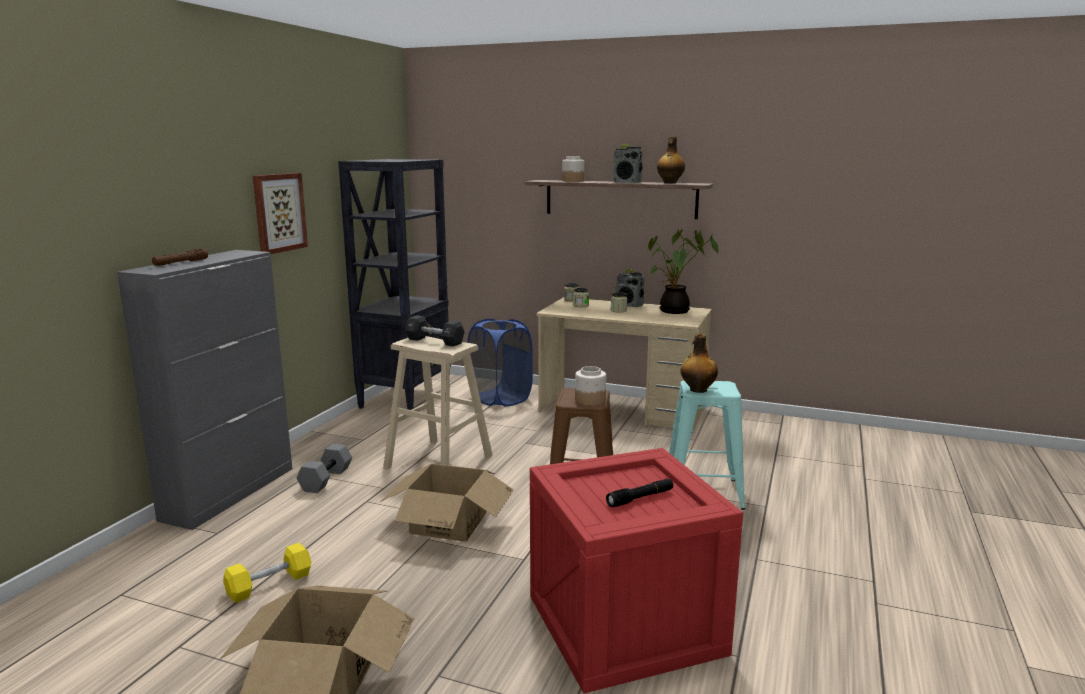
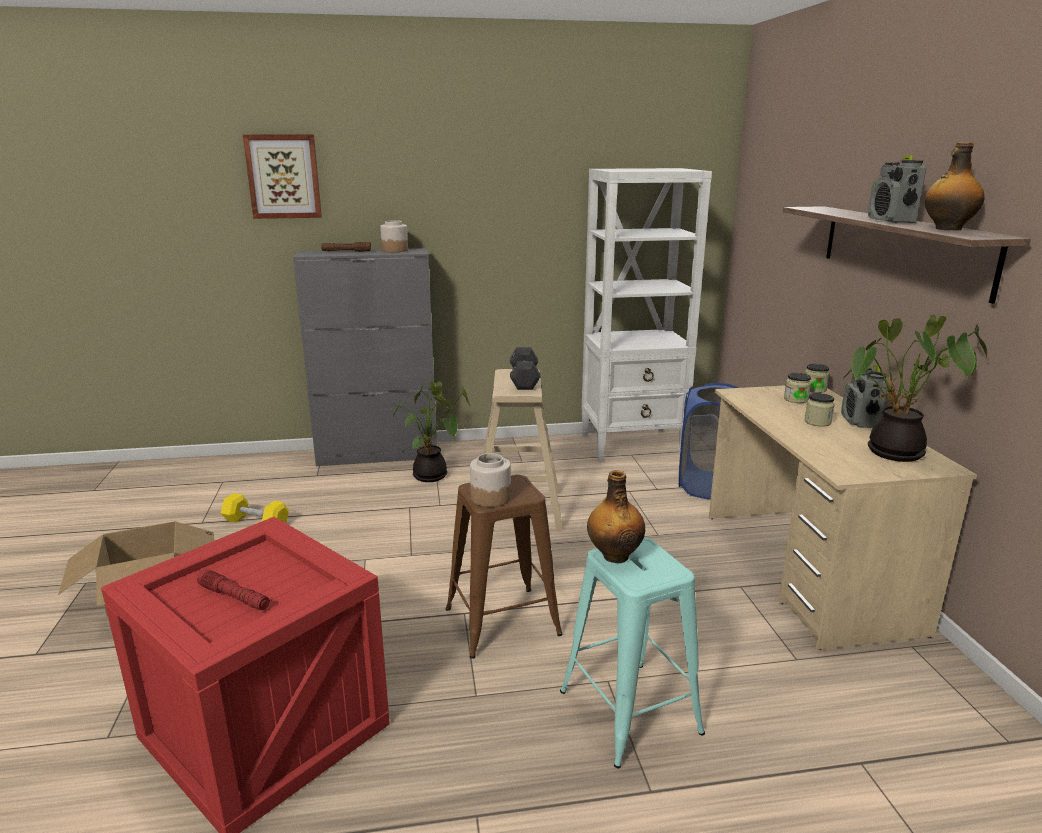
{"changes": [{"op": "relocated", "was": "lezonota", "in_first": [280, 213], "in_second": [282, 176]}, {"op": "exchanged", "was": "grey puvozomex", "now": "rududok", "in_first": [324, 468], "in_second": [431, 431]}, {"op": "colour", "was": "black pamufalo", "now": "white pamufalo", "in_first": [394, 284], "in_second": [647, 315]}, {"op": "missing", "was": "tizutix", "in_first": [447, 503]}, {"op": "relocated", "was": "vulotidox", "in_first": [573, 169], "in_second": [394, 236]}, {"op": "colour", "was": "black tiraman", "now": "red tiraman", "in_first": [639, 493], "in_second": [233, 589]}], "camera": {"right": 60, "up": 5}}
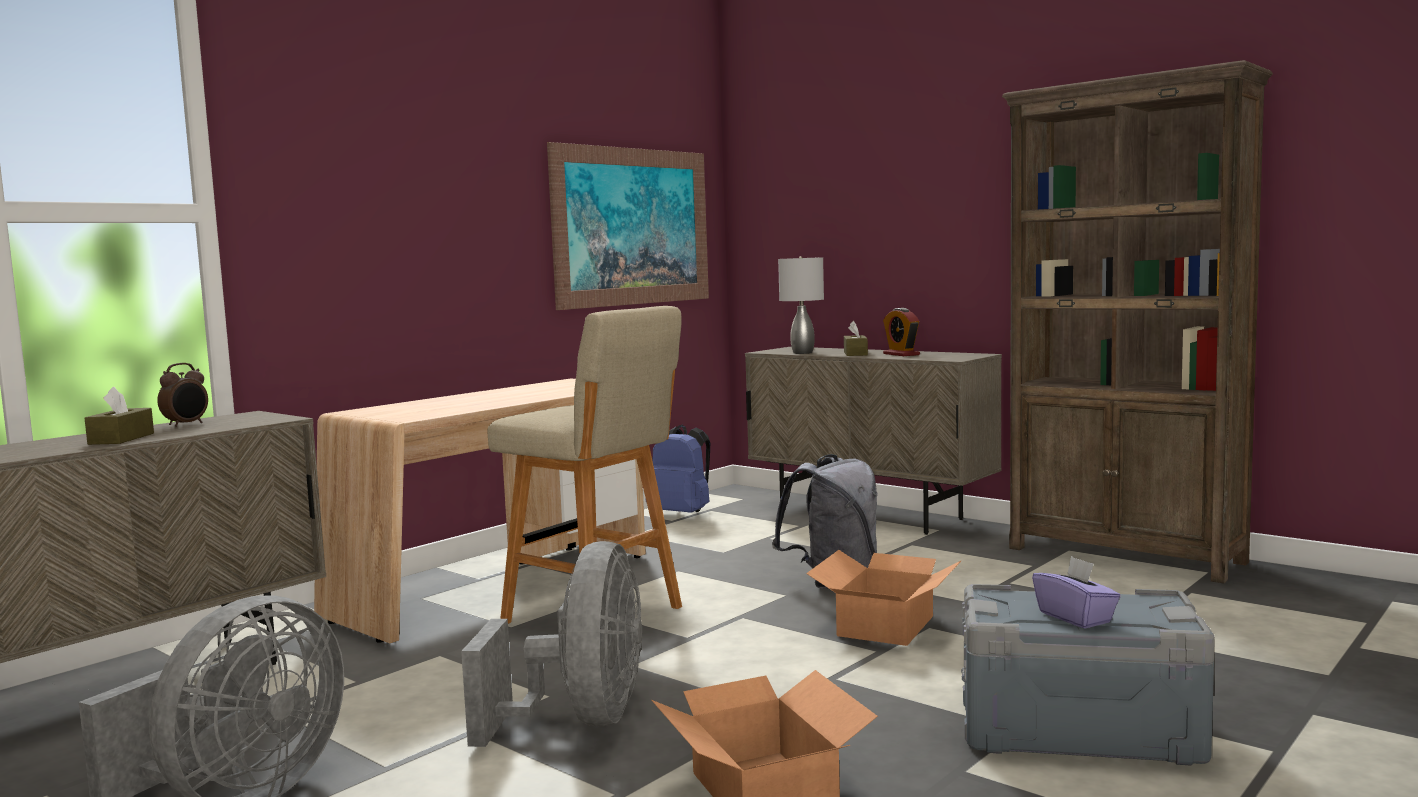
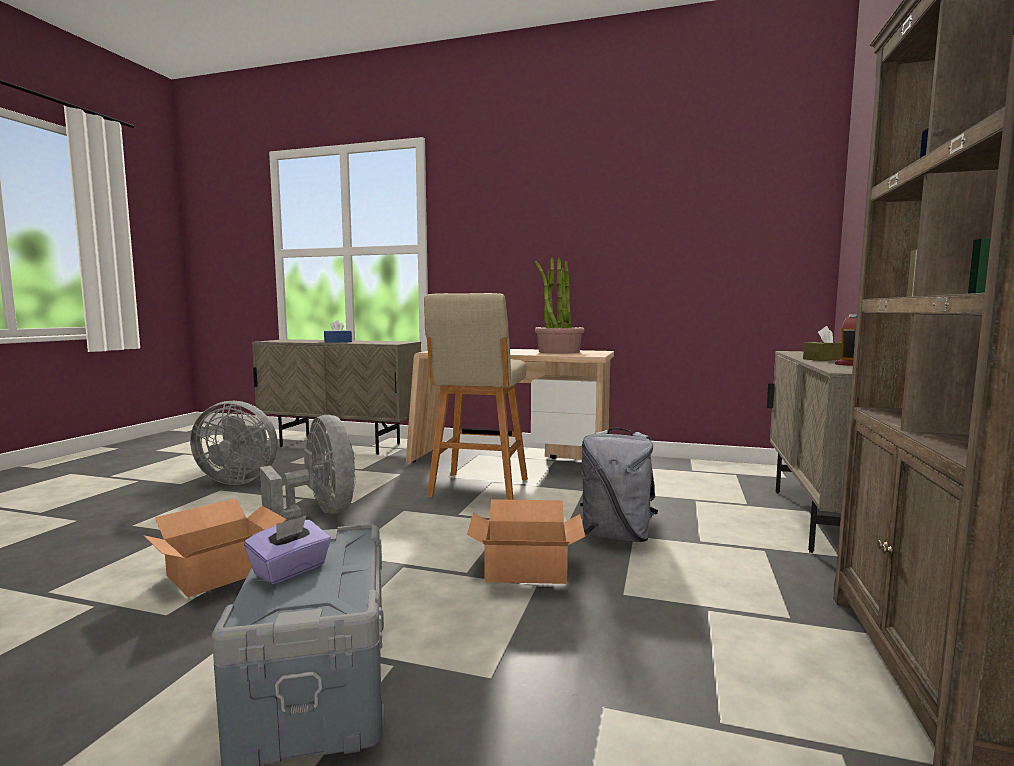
{"changes": [{"op": "colour", "was": "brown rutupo", "now": "blue rutupo", "in_first": [119, 416], "in_second": [338, 331]}, {"op": "missing", "was": "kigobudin", "in_first": [182, 395]}, {"op": "spun", "was": "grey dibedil", "in_first": [551, 644], "in_second": [308, 466], "clockwise": -105}, {"op": "missing", "was": "lezonota", "in_first": [628, 226]}, {"op": "missing", "was": "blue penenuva", "in_first": [677, 469]}, {"op": "missing", "was": "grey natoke", "in_first": [801, 305]}, {"op": "appeared", "now": "rududok", "in_second": [559, 305]}], "camera": {"right": 65, "up": 0}}
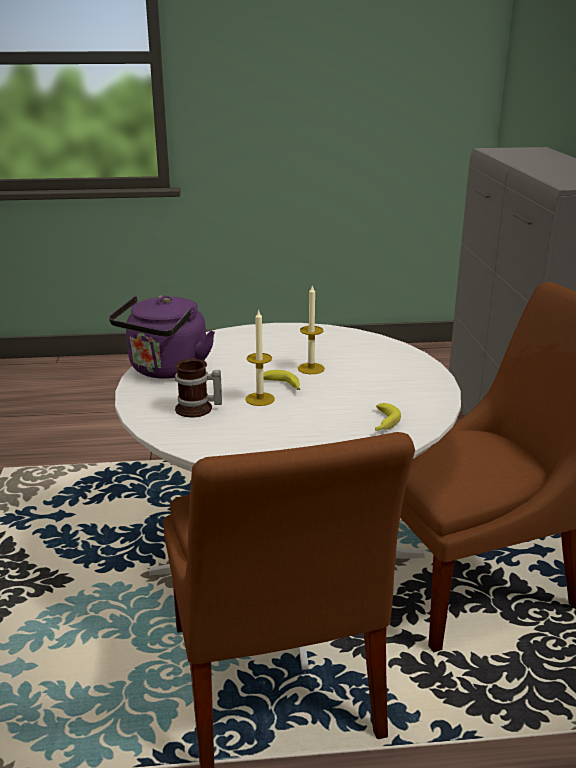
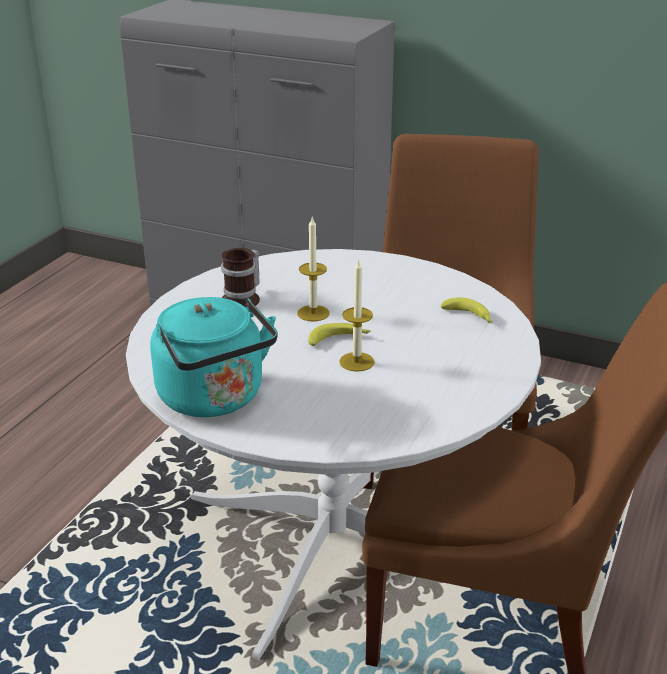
{"changes": [{"op": "colour", "was": "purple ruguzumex", "now": "turquoise ruguzumex", "in_first": [162, 337], "in_second": [214, 357]}, {"op": "relocated", "was": "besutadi", "in_first": [198, 388], "in_second": [240, 277]}], "camera": {"right": -60, "up": 5}}
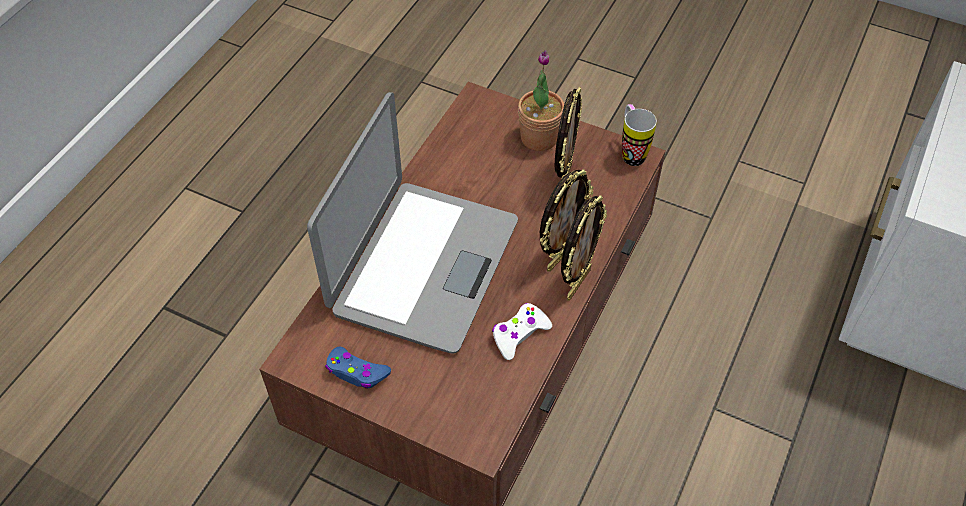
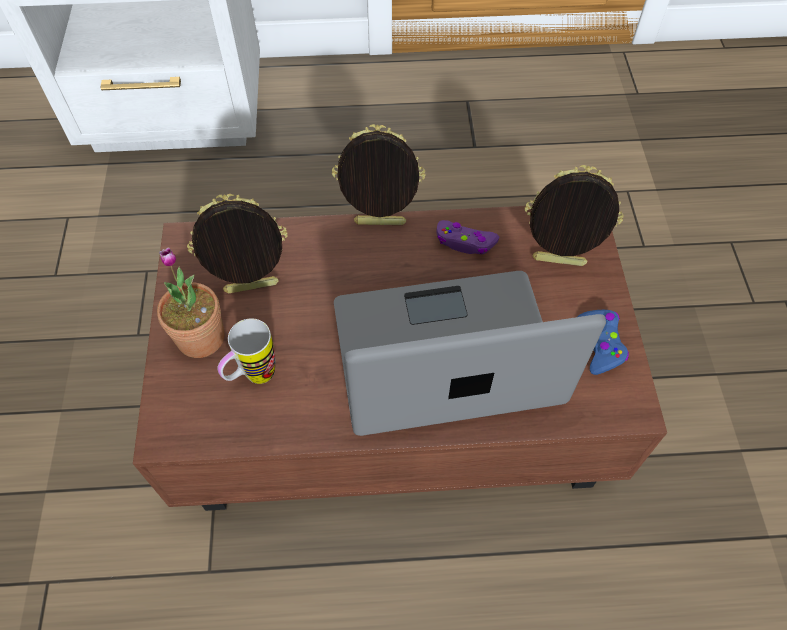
{"changes": [{"op": "colour", "was": "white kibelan", "now": "purple kibelan", "in_first": [522, 331], "in_second": [467, 237]}, {"op": "relocated", "was": "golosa", "in_first": [566, 220], "in_second": [574, 215]}, {"op": "relocated", "was": "besutadi", "in_first": [639, 135], "in_second": [246, 351]}], "camera": {"right": -120, "up": 5}}
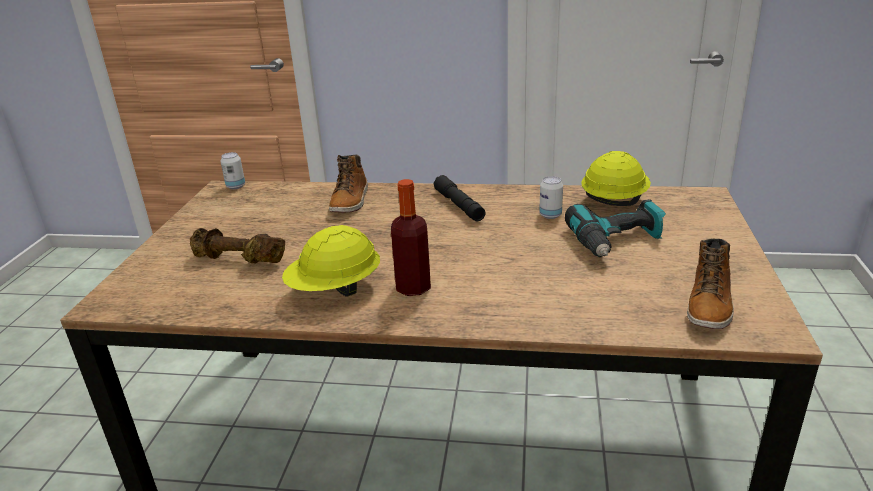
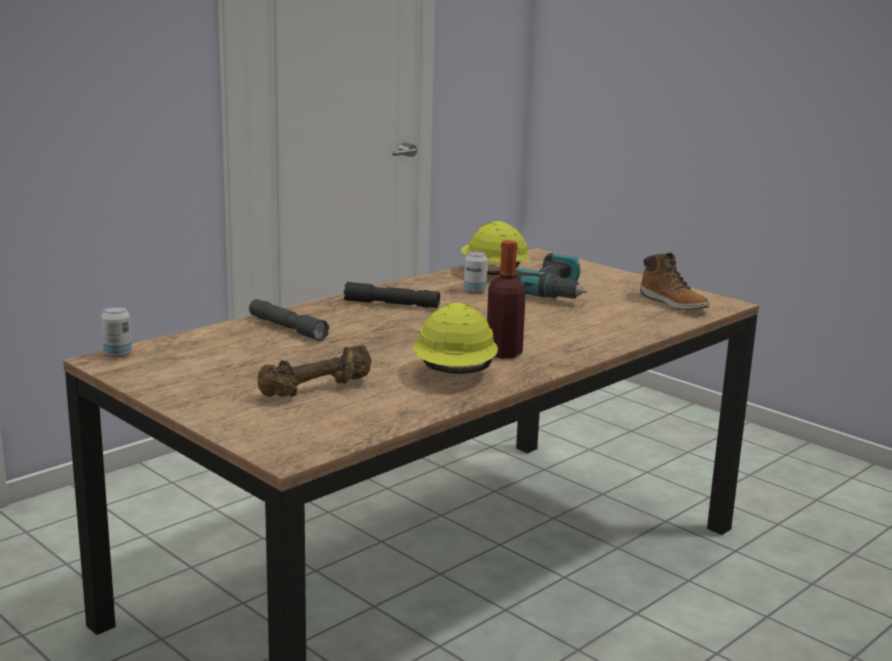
{"changes": [{"op": "exchanged", "was": "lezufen", "now": "grey tiraman", "in_first": [348, 184], "in_second": [289, 320]}], "camera": {"right": -55, "up": -10}}
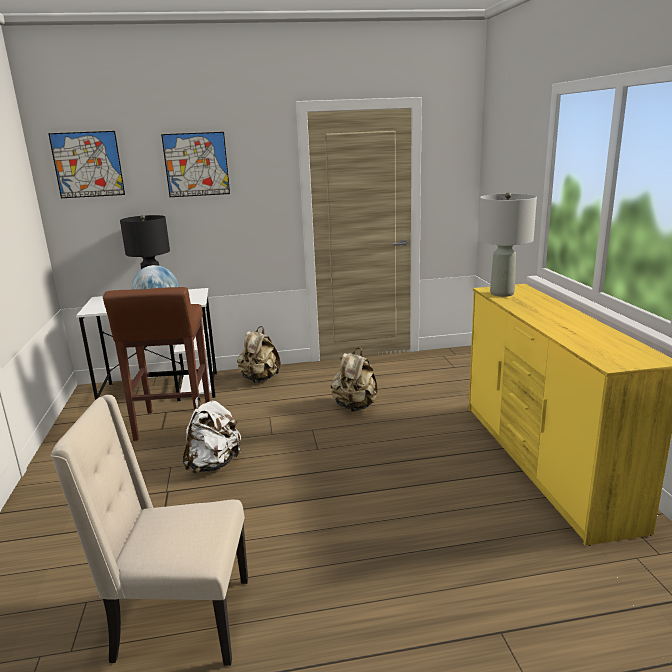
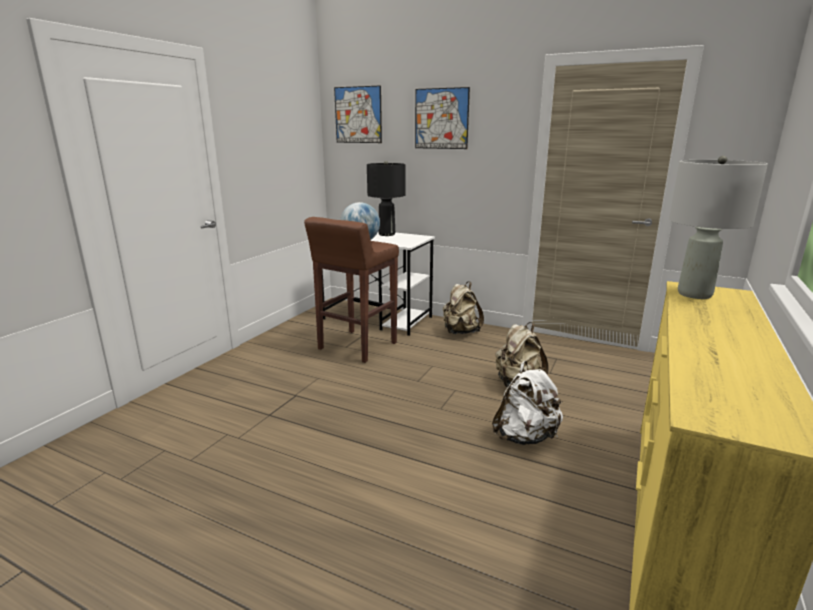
{"changes": [{"op": "missing", "was": "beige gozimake", "in_first": [149, 530]}, {"op": "relocated", "was": "white penenuva", "in_first": [212, 435], "in_second": [527, 403]}], "camera": {"right": 35, "up": 0}}
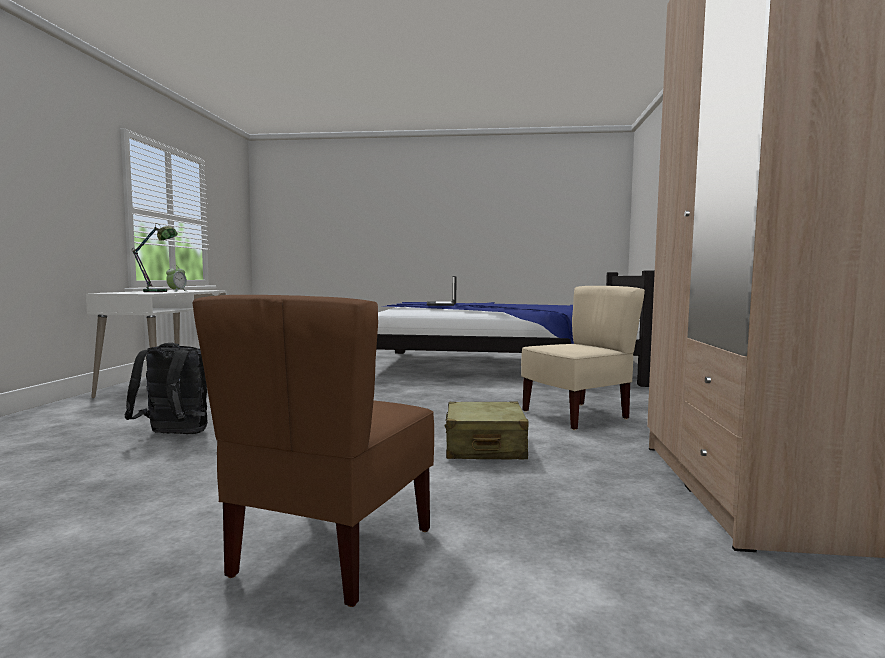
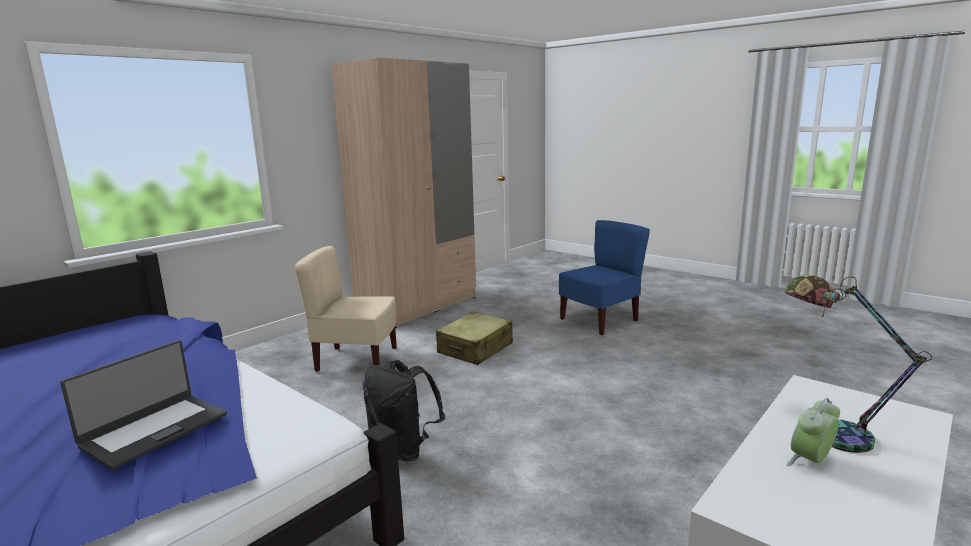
{"changes": [{"op": "relocated", "was": "black penenuva", "in_first": [166, 388], "in_second": [404, 411]}, {"op": "colour", "was": "brown gozimake", "now": "blue gozimake", "in_first": [313, 451], "in_second": [604, 277]}], "camera": {"right": -145, "up": 10}}
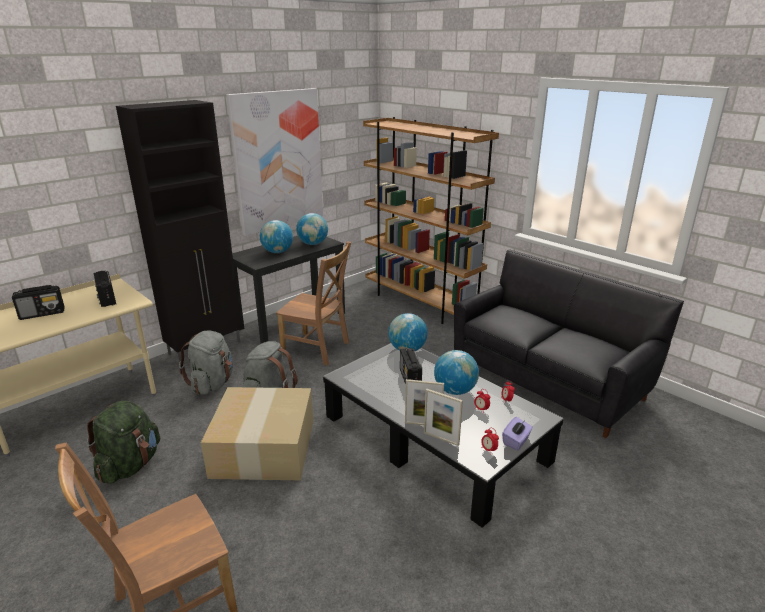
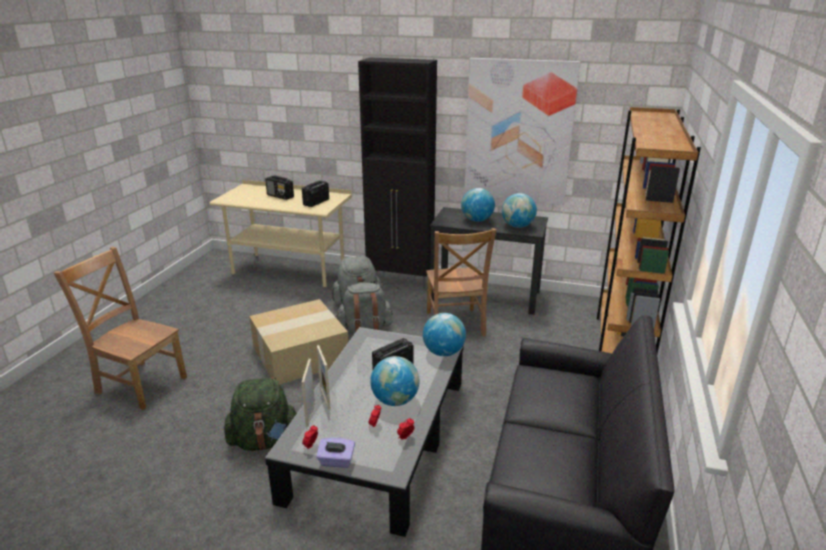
{"changes": [{"op": "relocated", "was": "green penenuva", "in_first": [123, 442], "in_second": [260, 414]}], "camera": {"right": 60, "up": 0}}
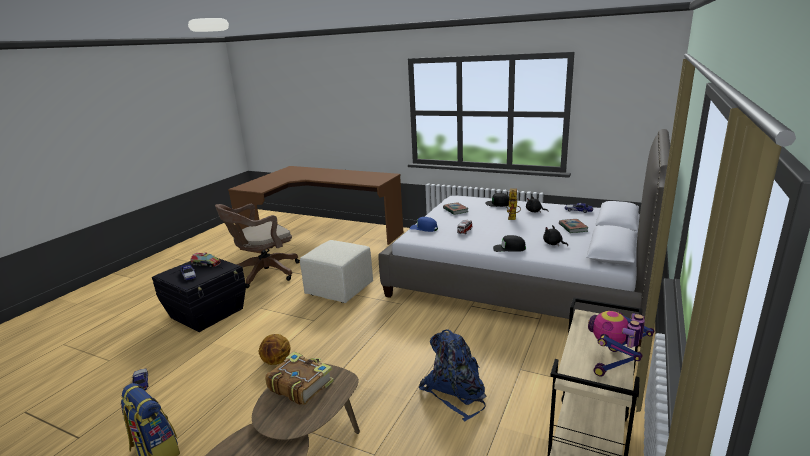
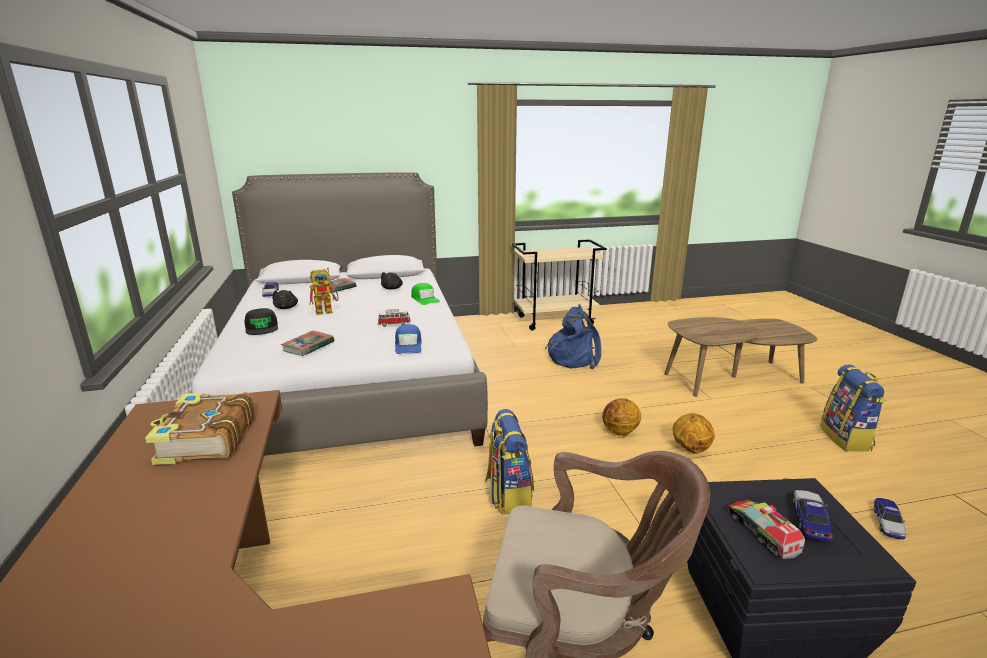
{"changes": [{"op": "relocated", "was": "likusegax", "in_first": [299, 378], "in_second": [200, 428]}, {"op": "exchanged", "was": "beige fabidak", "now": "penenuva", "in_first": [336, 271], "in_second": [509, 462]}, {"op": "colour", "was": "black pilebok", "now": "green pilebok", "in_first": [509, 243], "in_second": [425, 294]}, {"op": "missing", "was": "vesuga", "in_first": [621, 344]}, {"op": "appeared", "now": "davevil", "in_second": [621, 417]}], "camera": {"right": -130, "up": 0}}
